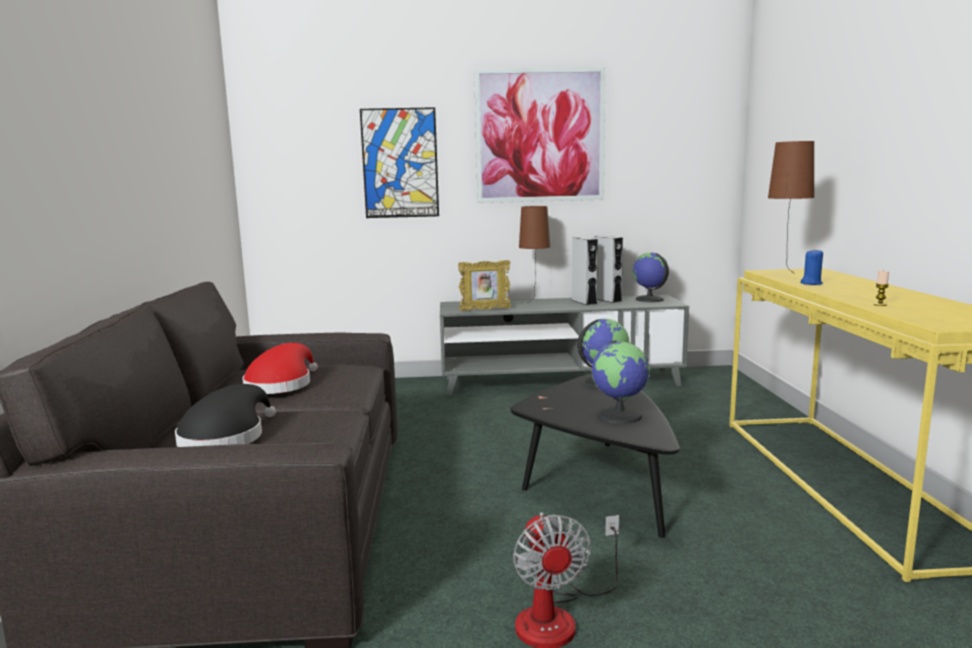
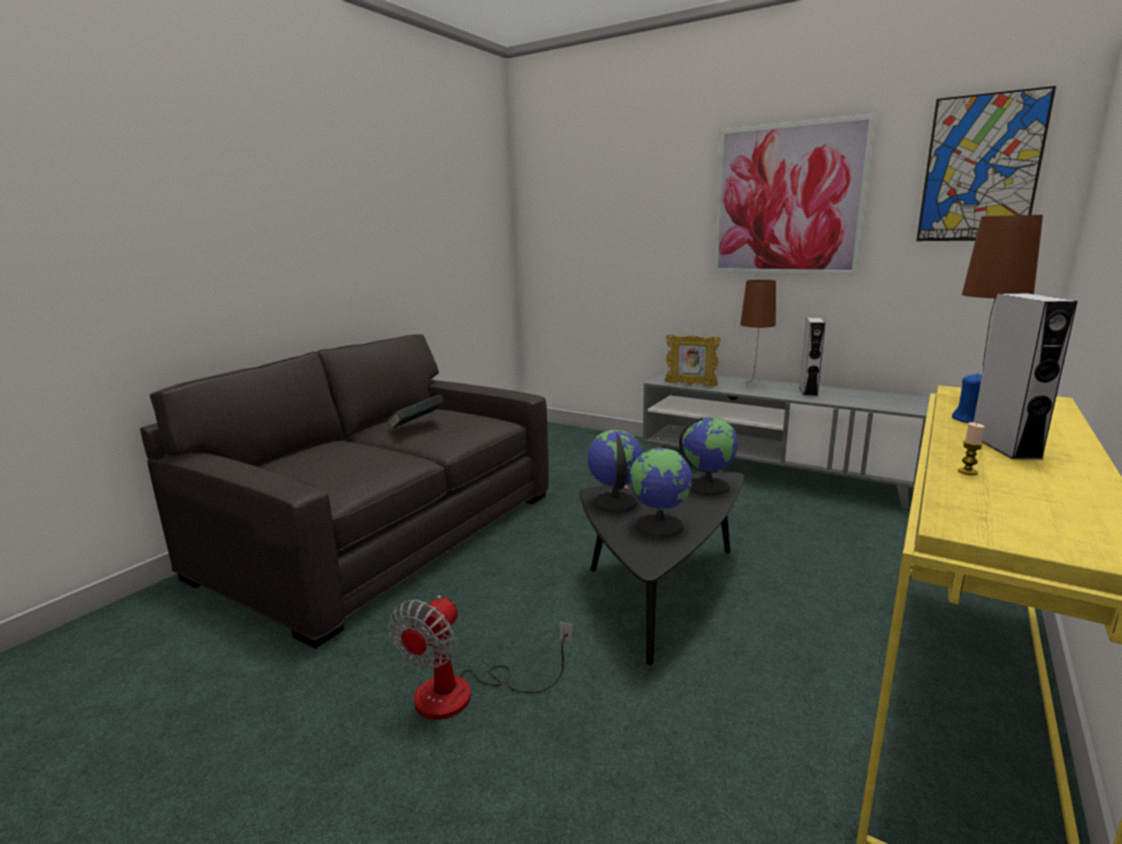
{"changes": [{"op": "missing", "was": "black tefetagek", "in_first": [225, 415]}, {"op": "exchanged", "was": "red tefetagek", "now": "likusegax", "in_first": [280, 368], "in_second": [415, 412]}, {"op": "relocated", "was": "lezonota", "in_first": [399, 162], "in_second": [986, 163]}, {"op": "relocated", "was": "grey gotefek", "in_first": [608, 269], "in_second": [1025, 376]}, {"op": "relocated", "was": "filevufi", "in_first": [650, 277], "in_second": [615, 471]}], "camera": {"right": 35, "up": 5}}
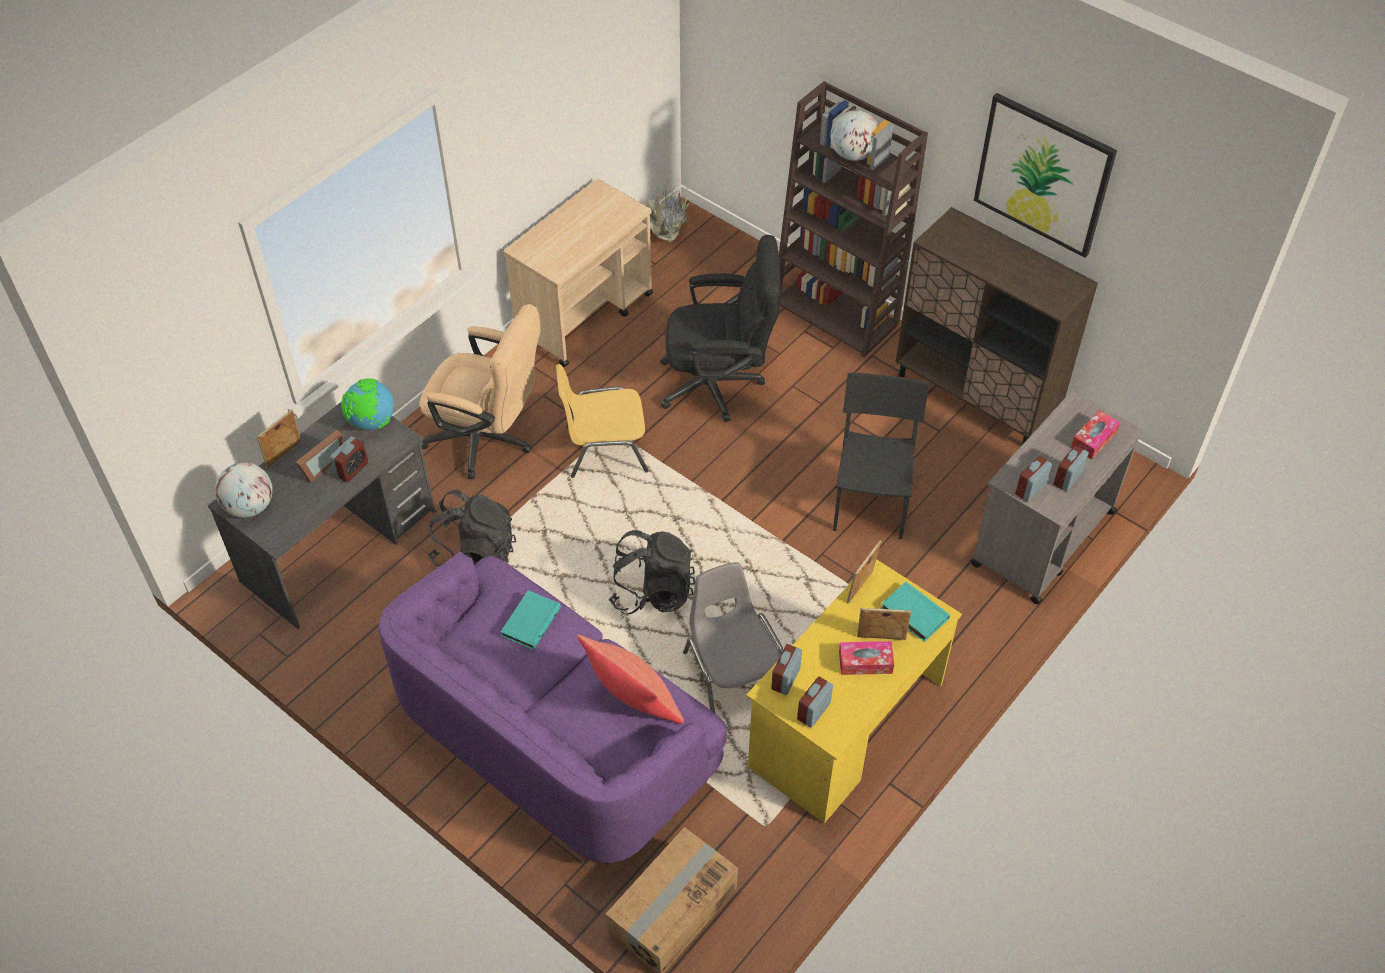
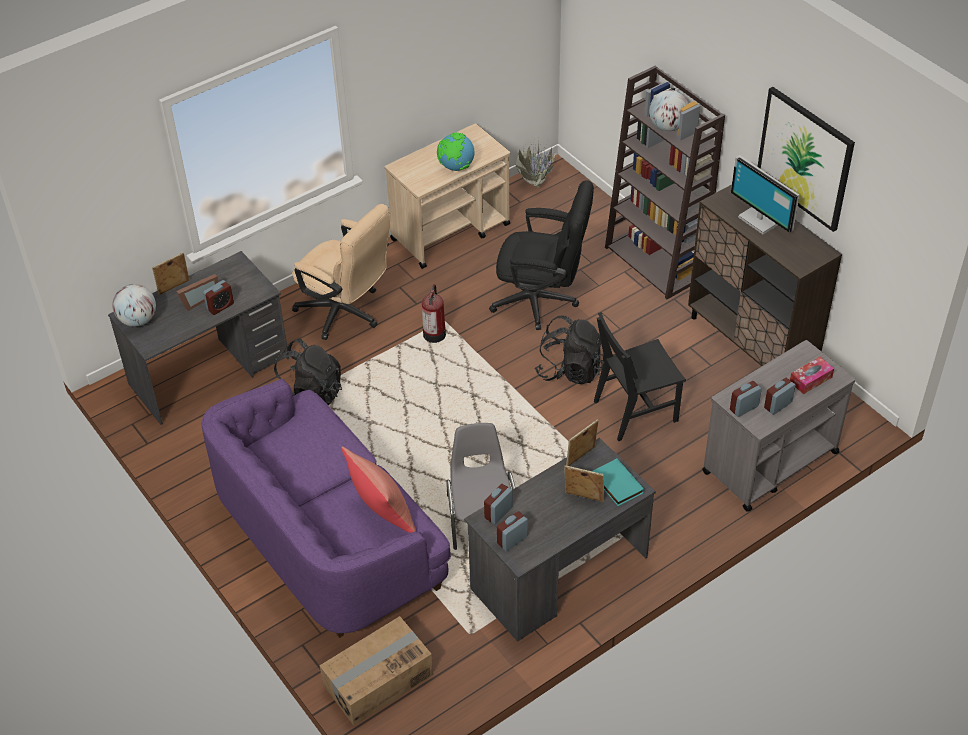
{"changes": [{"op": "relocated", "was": "filevufi", "in_first": [367, 404], "in_second": [456, 152]}, {"op": "missing", "was": "turquoise likusegax", "in_first": [531, 620]}, {"op": "exchanged", "was": "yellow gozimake", "now": "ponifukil", "in_first": [602, 421], "in_second": [434, 313]}, {"op": "relocated", "was": "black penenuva", "in_first": [652, 572], "in_second": [569, 350]}, {"op": "colour", "was": "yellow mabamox", "now": "grey mabamox", "in_first": [854, 691], "in_second": [560, 540]}, {"op": "spun", "was": "black gozimake", "in_first": [881, 455], "in_second": [640, 376], "clockwise": -135}, {"op": "missing", "was": "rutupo", "in_first": [866, 658]}, {"op": "appeared", "now": "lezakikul", "in_second": [765, 194]}], "camera": {"right": 15, "up": -5}}
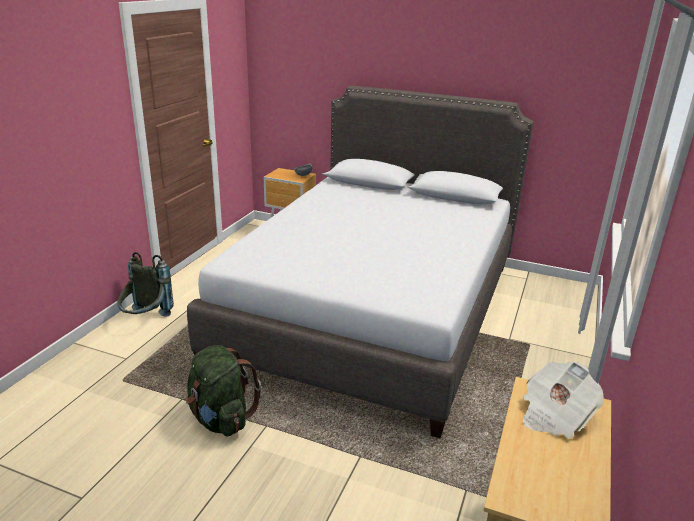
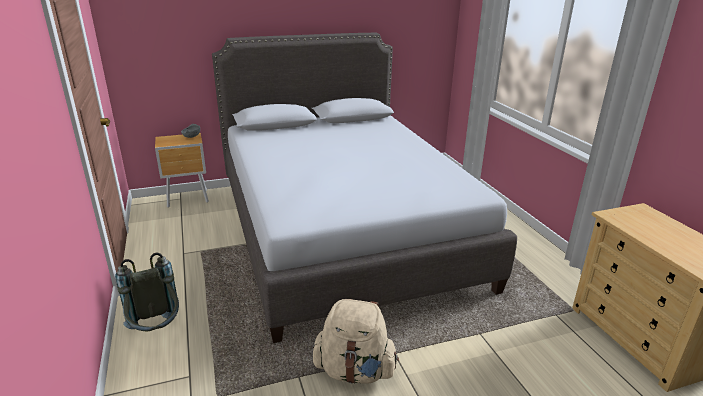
{"changes": [{"op": "colour", "was": "green penenuva", "now": "beige penenuva", "in_first": [223, 390], "in_second": [356, 341]}, {"op": "missing", "was": "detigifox", "in_first": [563, 400]}], "camera": {"right": -40, "up": 0}}
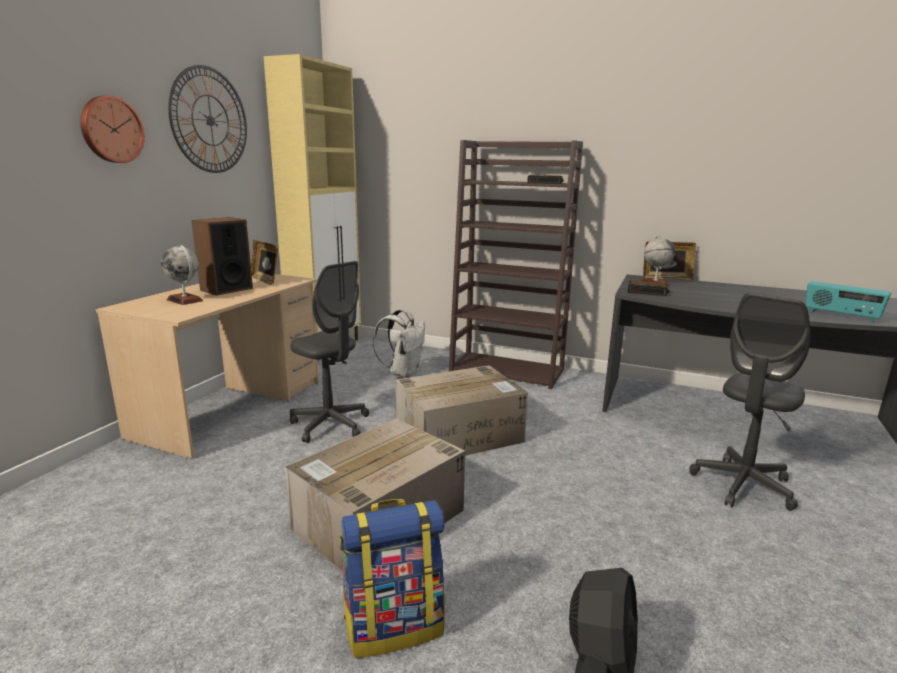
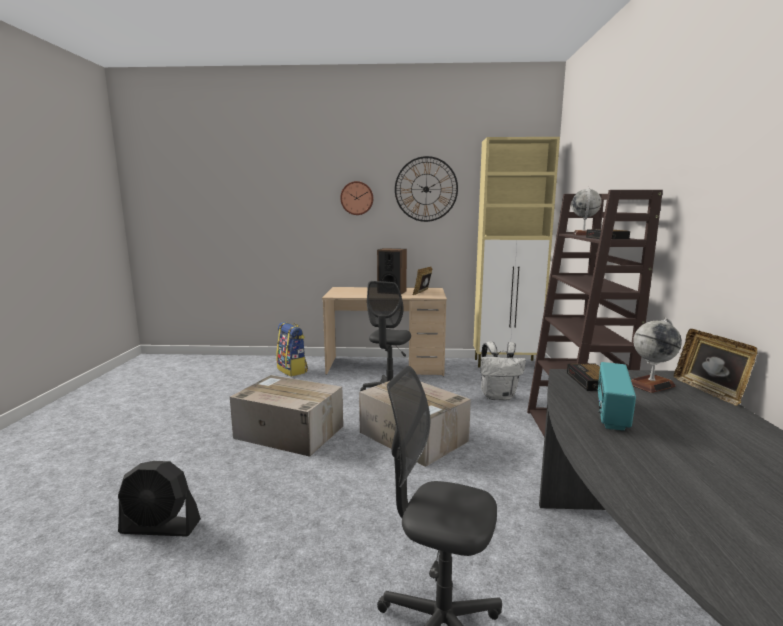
{"changes": [{"op": "relocated", "was": "filevufi", "in_first": [182, 275], "in_second": [586, 211]}, {"op": "relocated", "was": "penenuva", "in_first": [392, 578], "in_second": [292, 349]}, {"op": "relocated", "was": "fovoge", "in_first": [849, 302], "in_second": [617, 396]}], "camera": {"right": 70, "up": -5}}
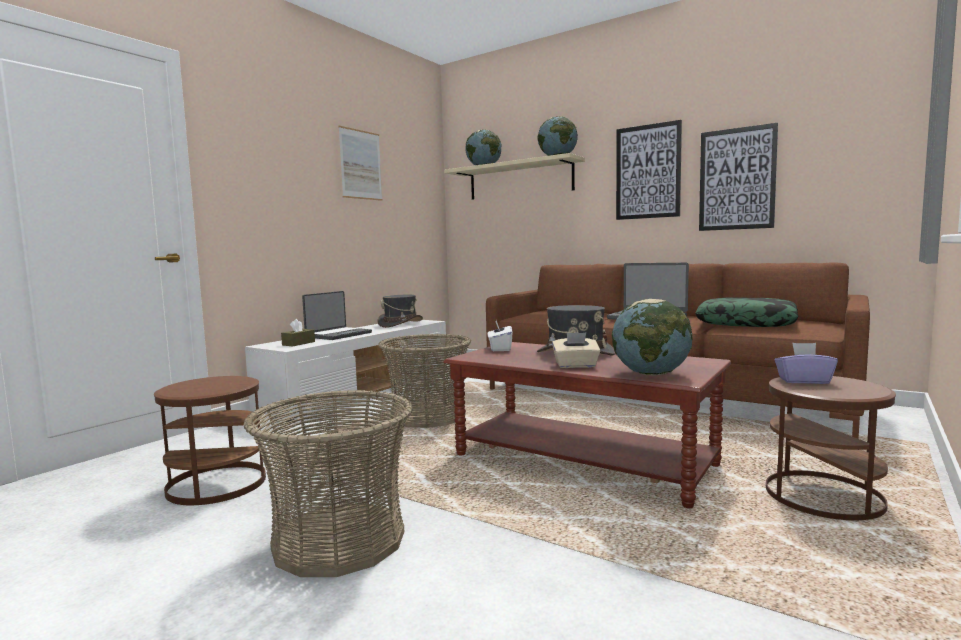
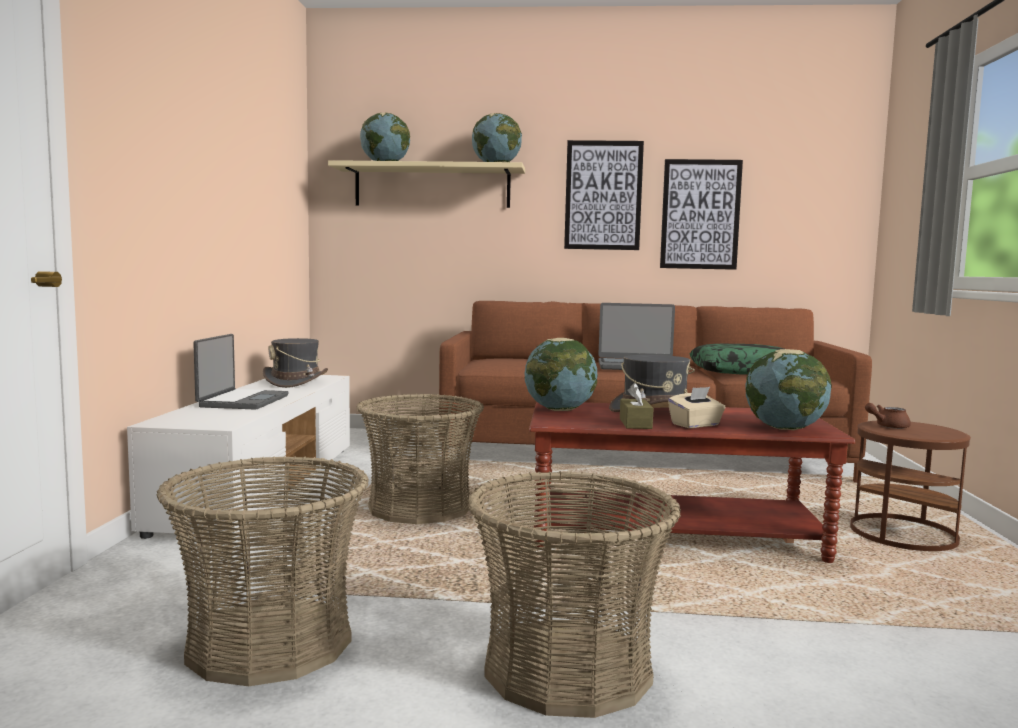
{"changes": [{"op": "exchanged", "was": "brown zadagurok", "now": "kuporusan", "in_first": [210, 440], "in_second": [262, 571]}, {"op": "relocated", "was": "brown rutupo", "in_first": [298, 332], "in_second": [637, 406]}, {"op": "missing", "was": "lezonota", "in_first": [360, 163]}, {"op": "exchanged", "was": "white rutupo", "now": "filevufi", "in_first": [500, 335], "in_second": [561, 374]}, {"op": "exchanged", "was": "purple rutupo", "now": "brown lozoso", "in_first": [806, 363], "in_second": [888, 416]}], "camera": {"right": -30, "up": 0}}
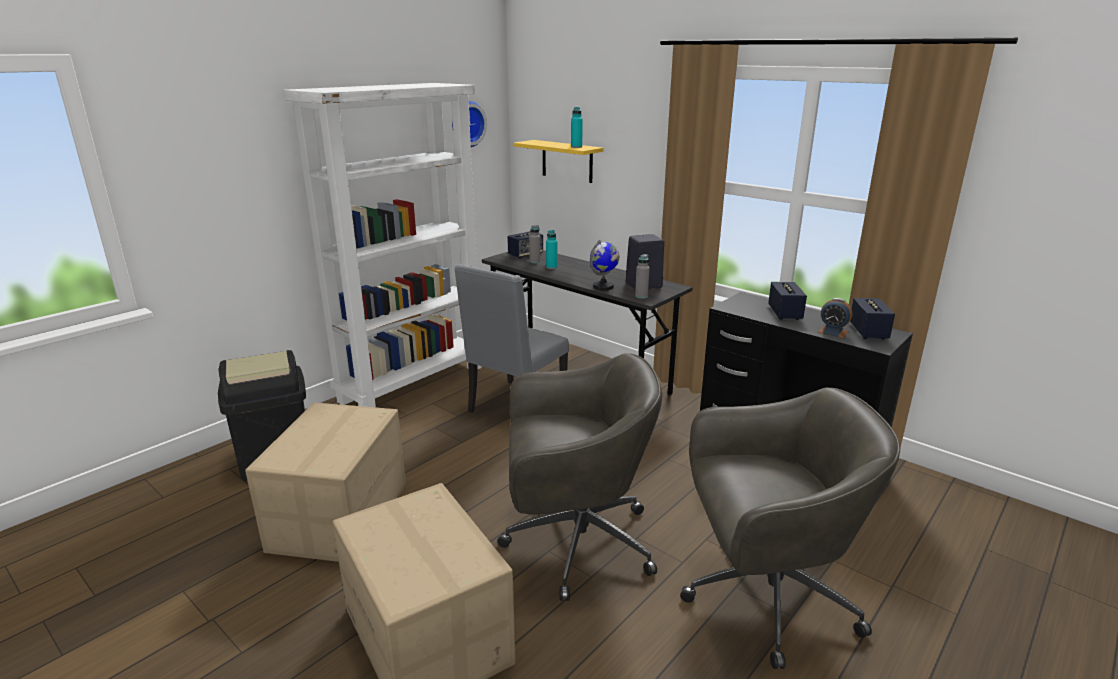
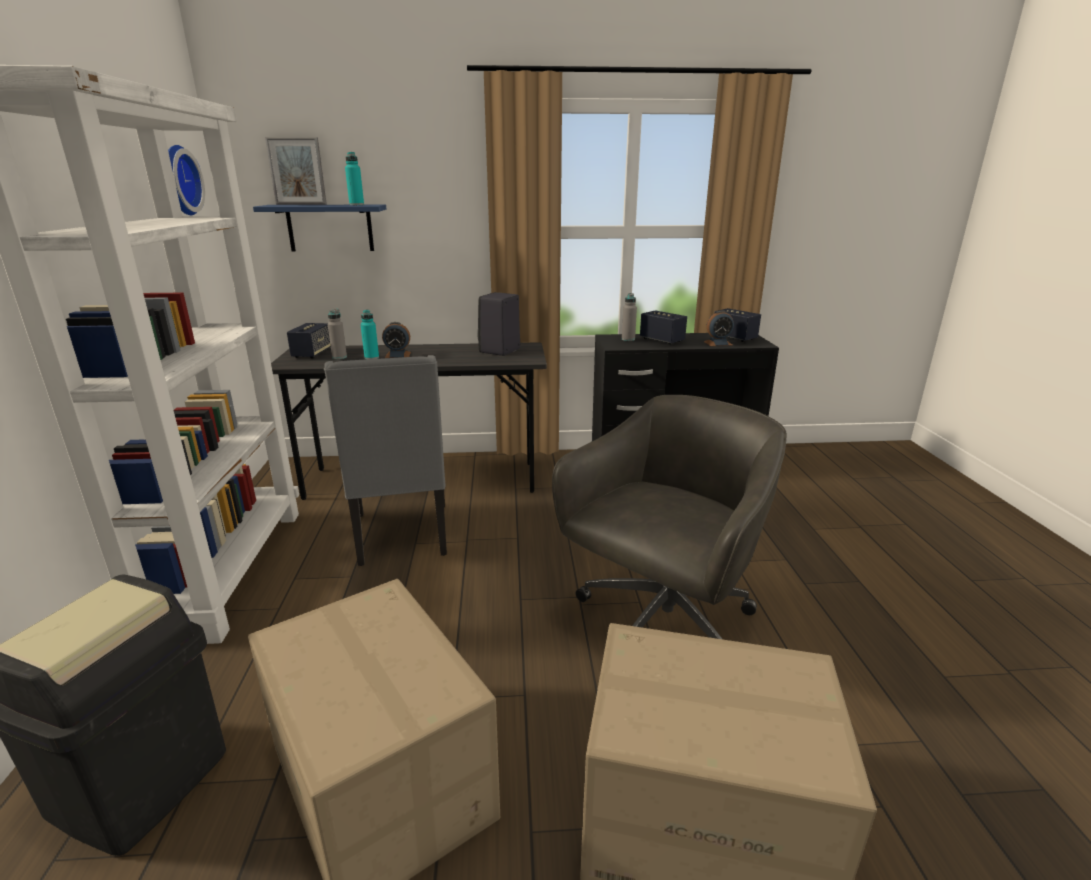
{"changes": [{"op": "colour", "was": "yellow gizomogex", "now": "blue gizomogex", "in_first": [558, 161], "in_second": [319, 228]}, {"op": "missing", "was": "filevufi", "in_first": [604, 265]}, {"op": "relocated", "was": "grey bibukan", "in_first": [642, 276], "in_second": [629, 317]}, {"op": "missing", "was": "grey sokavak", "in_first": [790, 528]}, {"op": "appeared", "now": "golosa", "in_second": [296, 171]}, {"op": "appeared", "now": "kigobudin", "in_second": [396, 340]}], "camera": {"right": -45, "up": 0}}
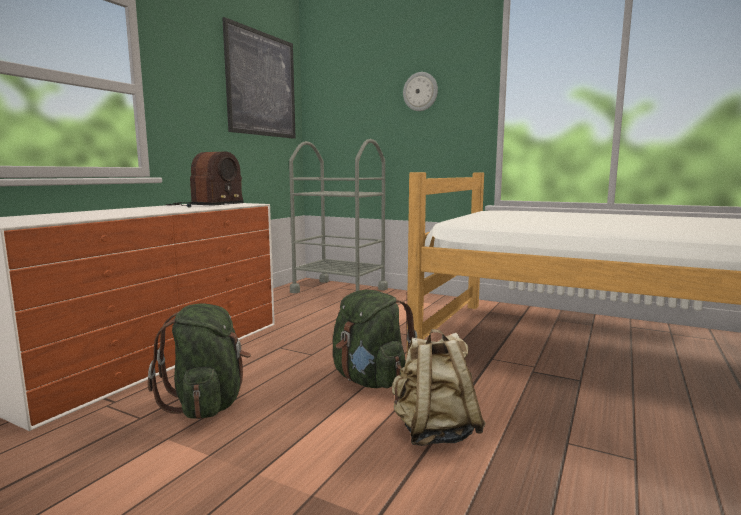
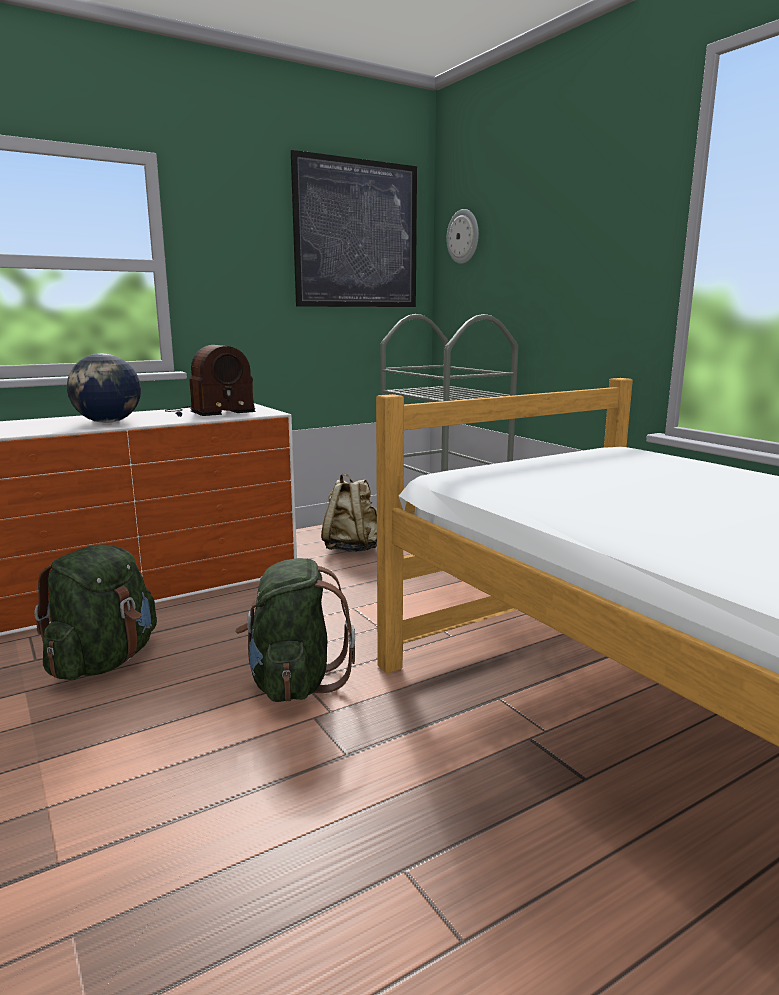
{"changes": [{"op": "relocated", "was": "beige penenuva", "in_first": [439, 387], "in_second": [349, 512]}, {"op": "relocated", "was": "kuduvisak", "in_first": [420, 91], "in_second": [463, 236]}, {"op": "appeared", "now": "filevufi", "in_second": [104, 388]}], "camera": {"right": 30, "up": 5}}
